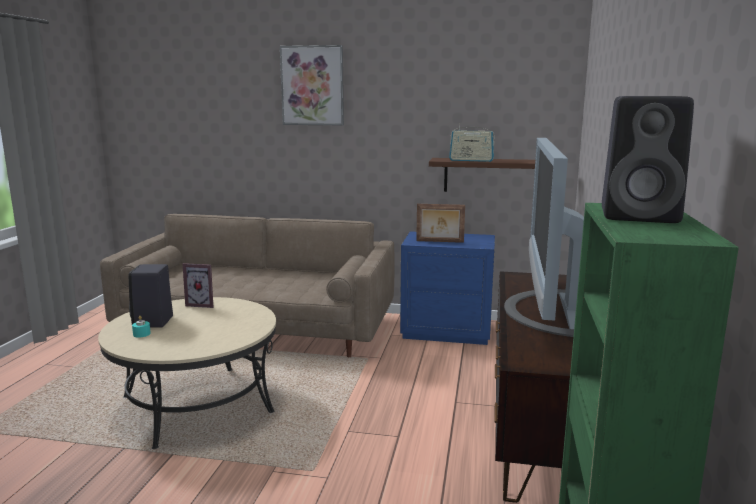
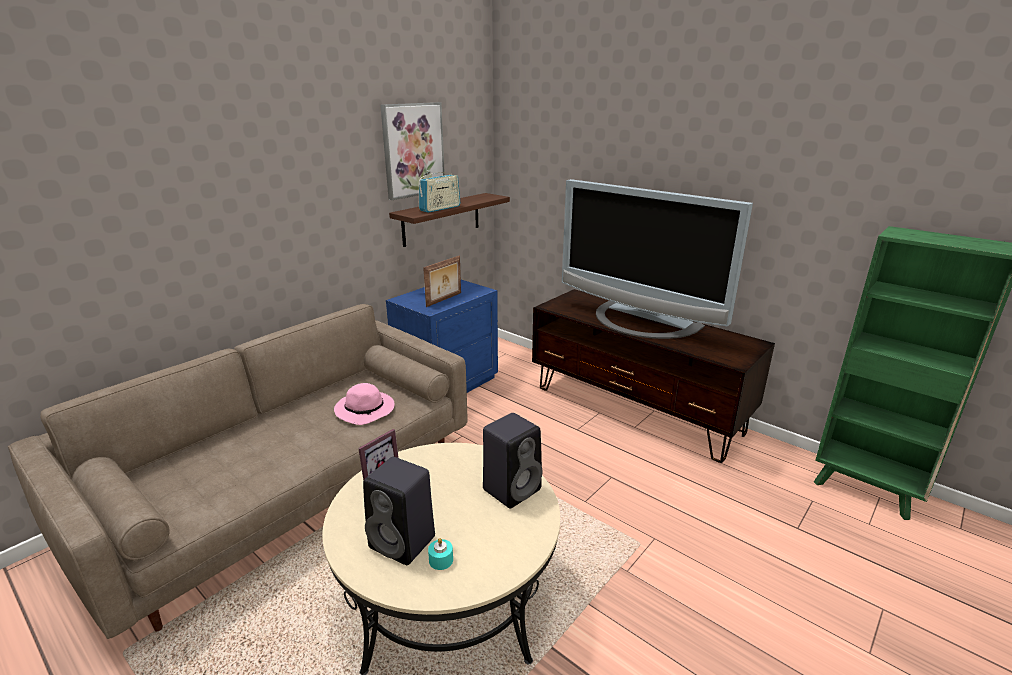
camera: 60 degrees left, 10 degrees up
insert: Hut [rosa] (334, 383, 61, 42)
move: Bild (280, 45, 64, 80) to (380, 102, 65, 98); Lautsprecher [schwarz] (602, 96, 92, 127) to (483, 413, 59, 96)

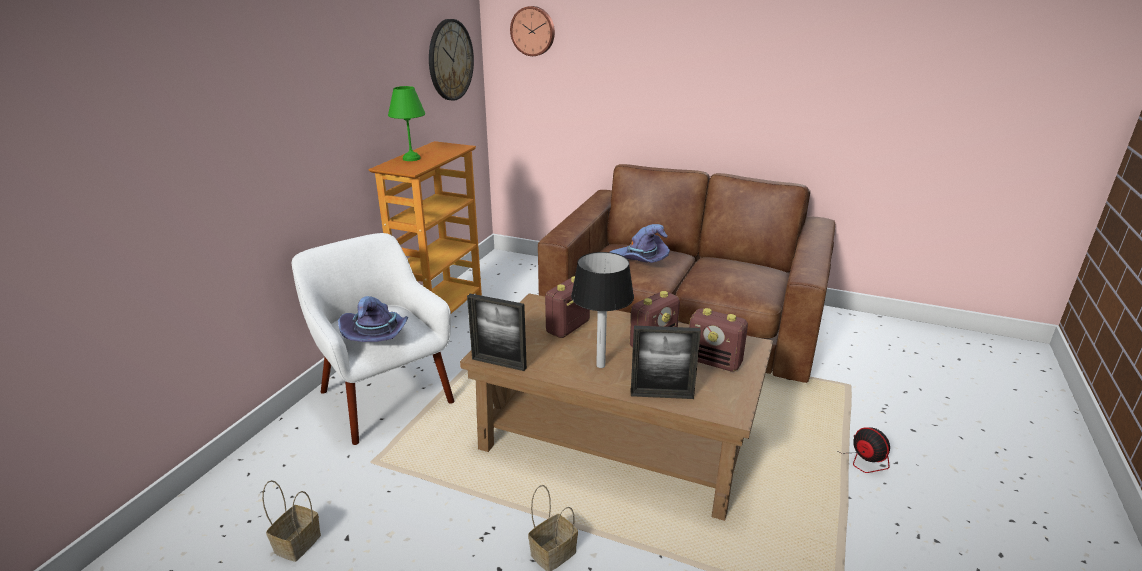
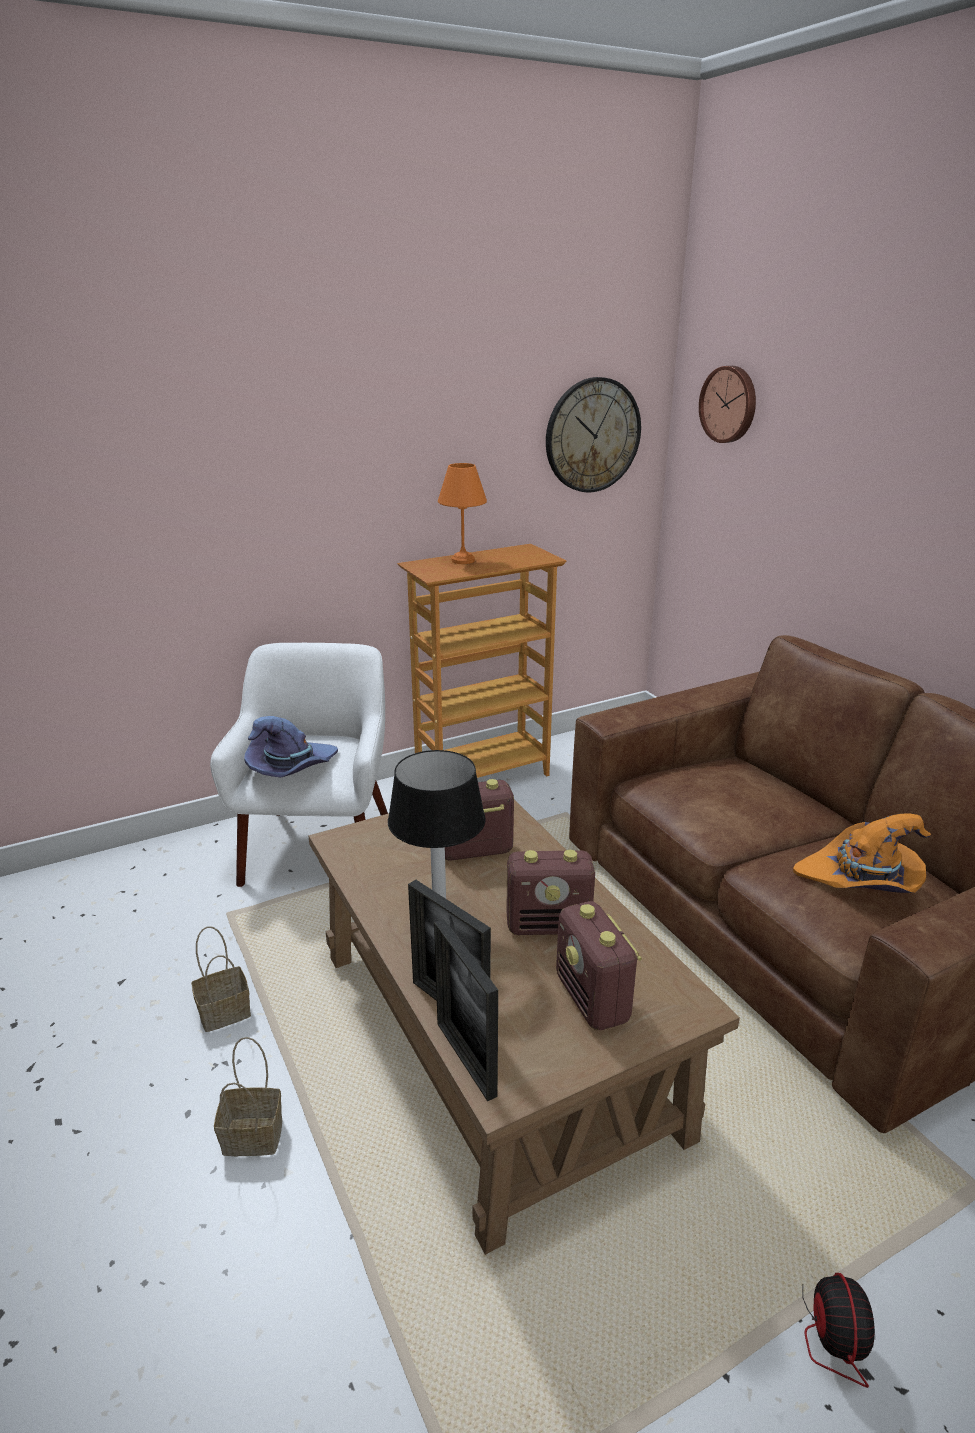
camera: 40 degrees right, 0 degrees up
delete: Hut [lila] (610, 224, 60, 39)
insert: Hut [orange] (793, 813, 138, 80)
move: Korb (262, 480, 59, 82) to (191, 926, 60, 106); Bilderrahmen (467, 294, 60, 77) to (434, 919, 64, 182)
recolor: Tischlampe [grün] (388, 86, 37, 75) to Tischlampe [orange] (438, 463, 49, 101)

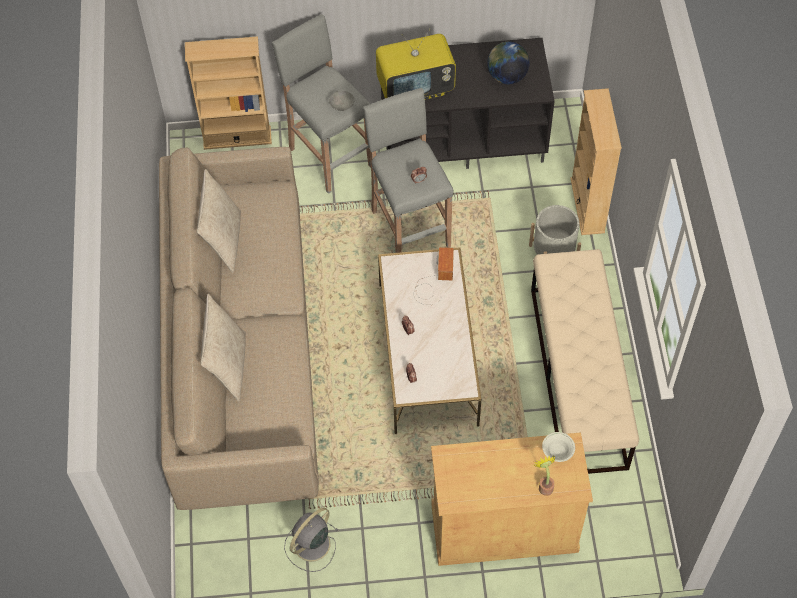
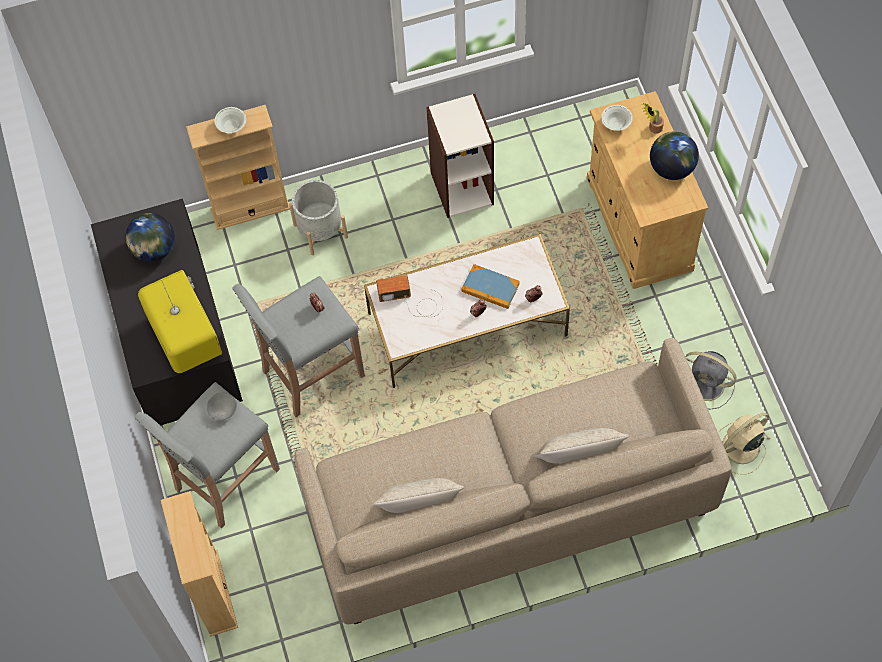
camera: 100 degrees left, 5 degrees up
insert: Schüssel [weiß] (214, 107, 32, 26); Buch (461, 264, 59, 45); Globus (650, 131, 49, 49); Ventilator [beige] (718, 412, 52, 62)
replace: Bank [beige] (531, 249, 108, 225) to Bücherregal (426, 94, 68, 124)

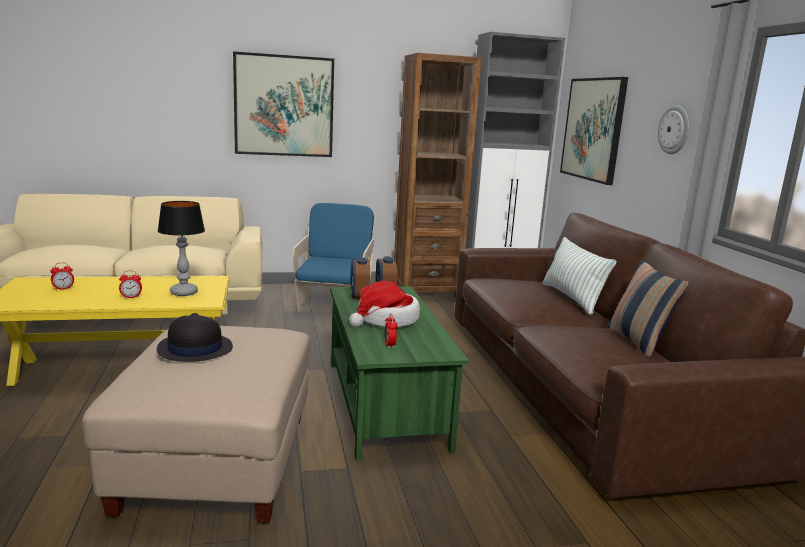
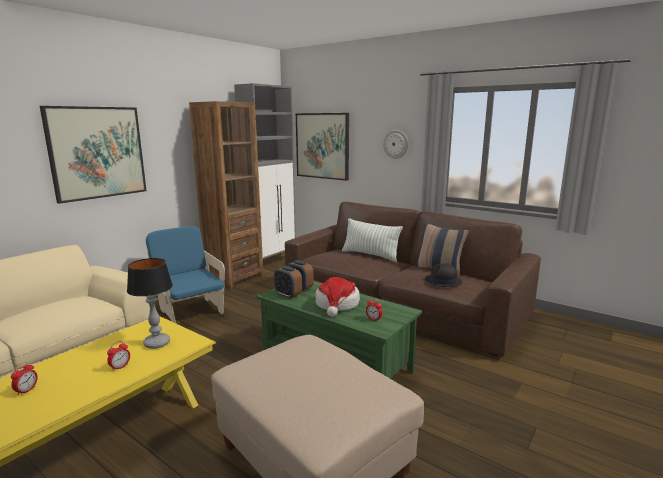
camera: 40 degrees left, 0 degrees up
move: Hut [schwarz] (157, 313, 76, 49) to (425, 263, 37, 24)

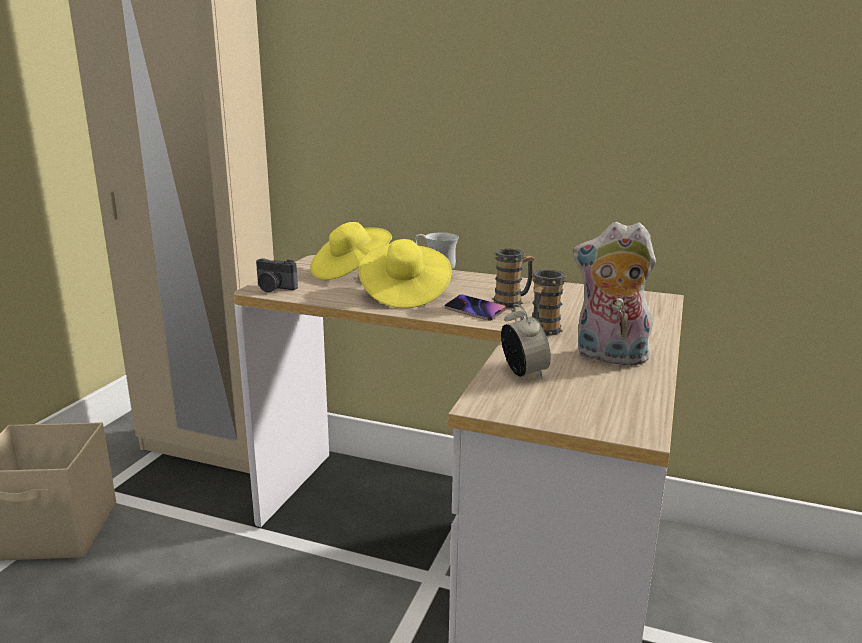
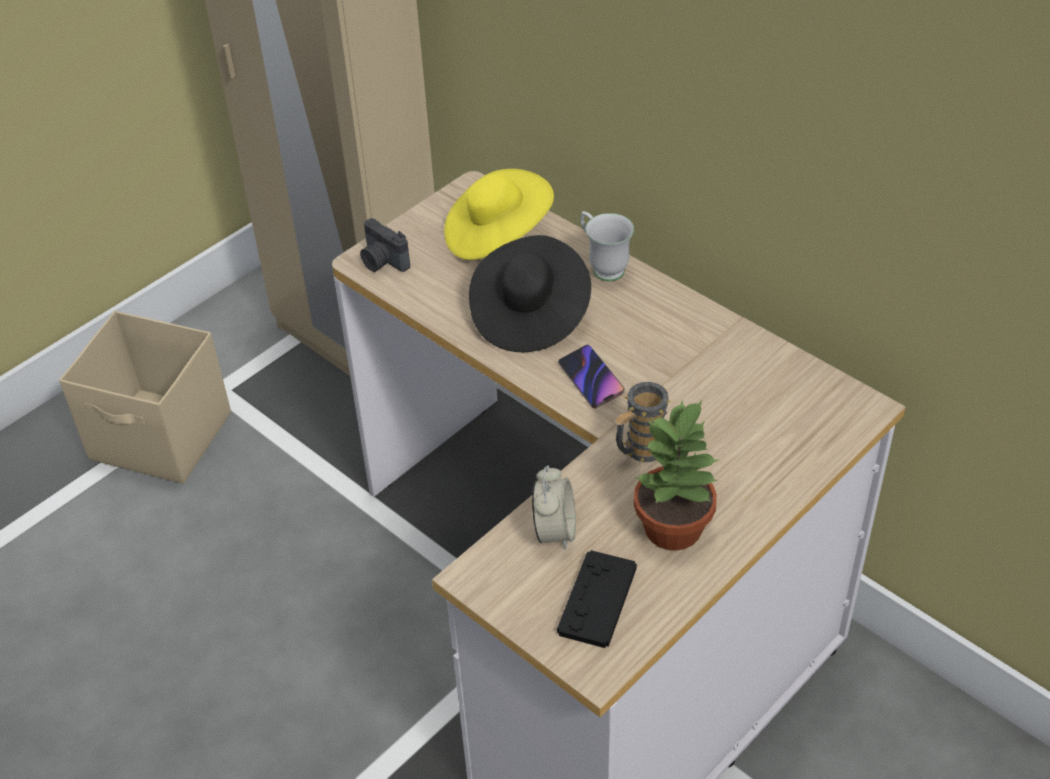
camera: 25 degrees right, 25 degrees up
delete: Henkelbecher (492, 249, 43, 59)
insert: Gamepad [schwarz] (557, 550, 80, 98)
replace: Plüschtier (573, 222, 83, 146) to Topfpflanze (634, 399, 84, 152)
recolor: Hut [gelb] (358, 239, 94, 69) to Hut [schwarz] (469, 235, 122, 117)

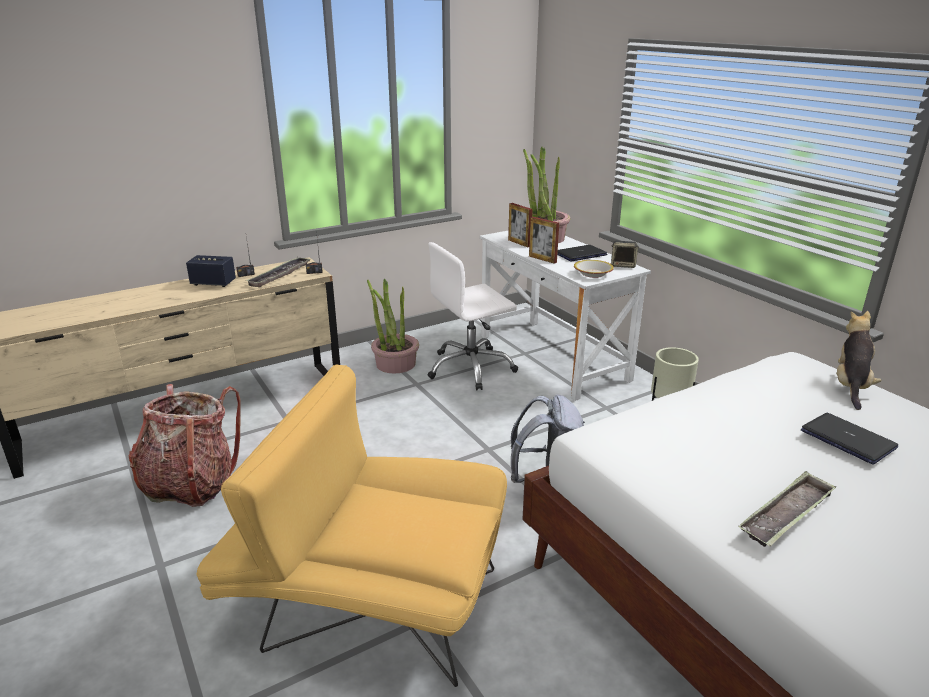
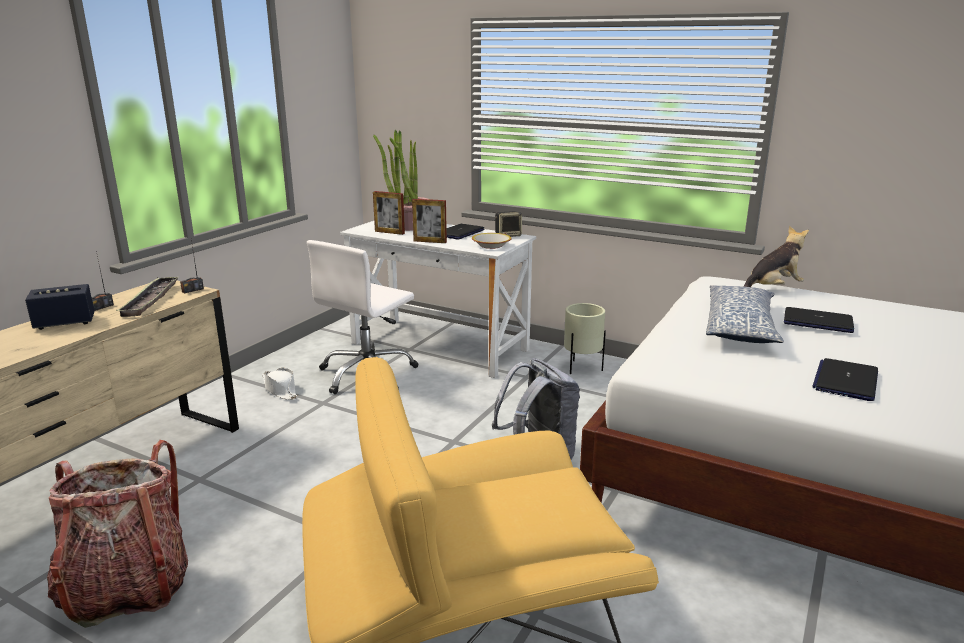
camera: 30 degrees left, 5 degrees down
insert: Kissen (706, 285, 78, 58)
replace: Topfpflanze (367, 279, 52, 95) to Hut [weiß] (262, 368, 36, 32); Tablett (738, 471, 98, 76) to Laptop (812, 358, 66, 43)
rotate: Plüschtier (836, 311, 45, 99) = (743, 226, 66, 61) 75 degrees clockwise

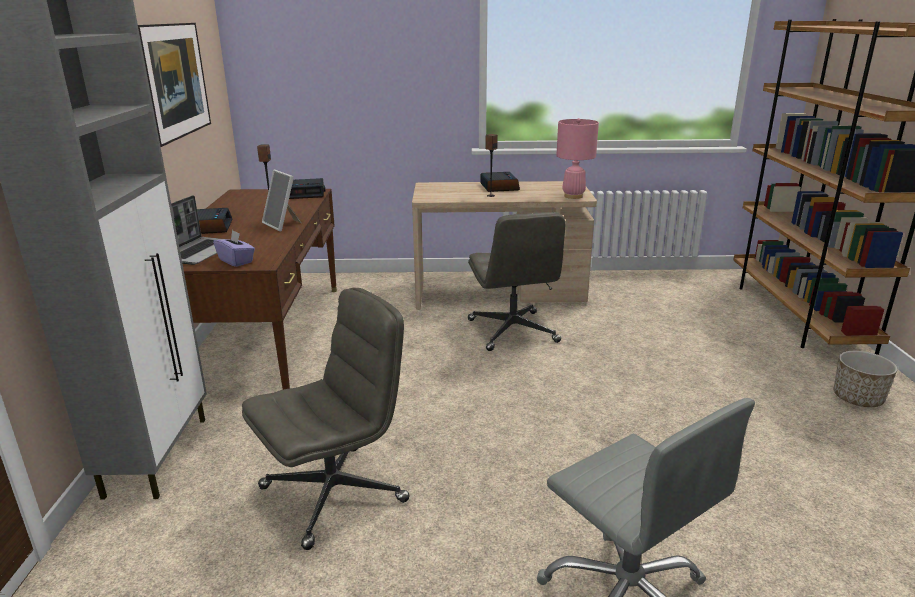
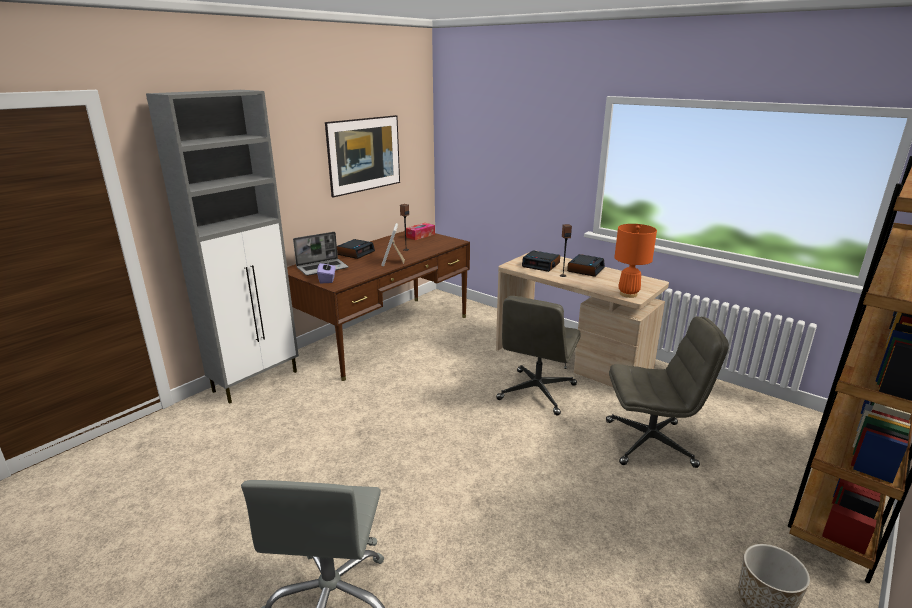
camera: 40 degrees right, 0 degrees up
insert: Taschentuchbox (406, 223, 29, 17)
move: Bürostuhl [grau] (242, 288, 167, 262) to (606, 316, 123, 152); Wecker (289, 178, 36, 21) to (522, 250, 38, 22)
recolor: Tischlampe [rosa] (556, 118, 43, 81) to Tischlampe [orange] (614, 224, 43, 74)

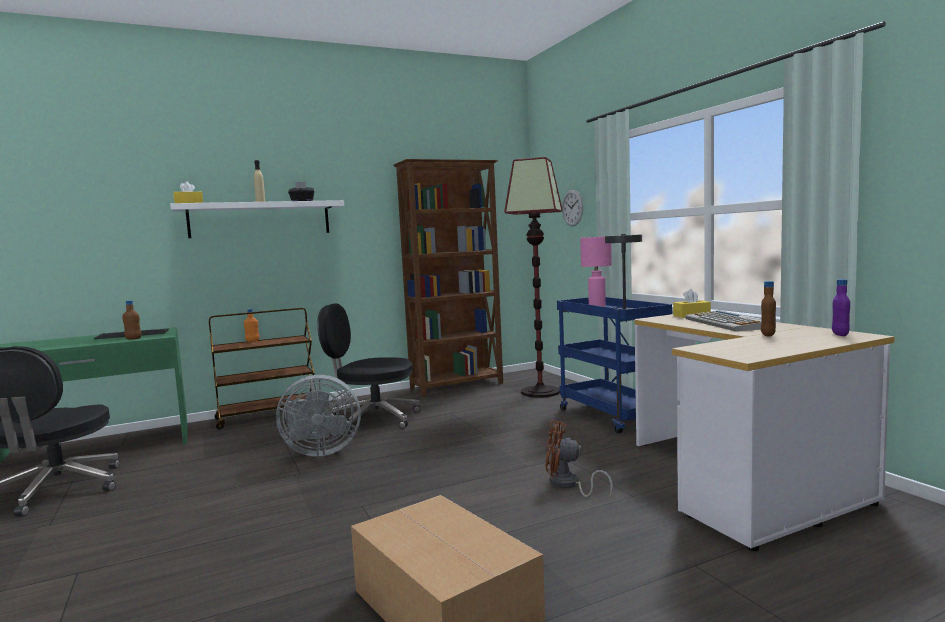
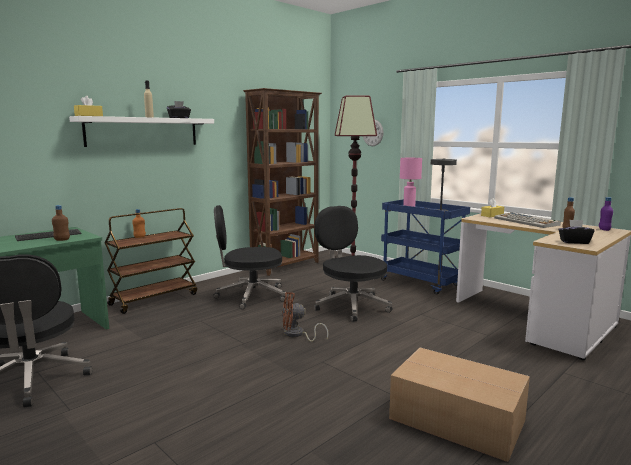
camera: 20 degrees left, 5 degrees up
delete: Ventilator [grau] (276, 375, 85, 81)
insert: Bürostuhl [schwarz] (314, 206, 78, 116); Taschentuchbox [schwarz] (558, 220, 36, 24)
move: Ventilator [braun] (545, 420, 68, 77) to (282, 292, 47, 50)

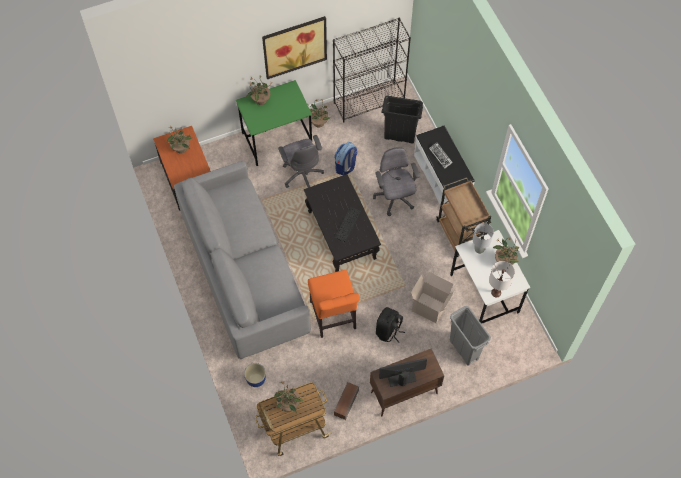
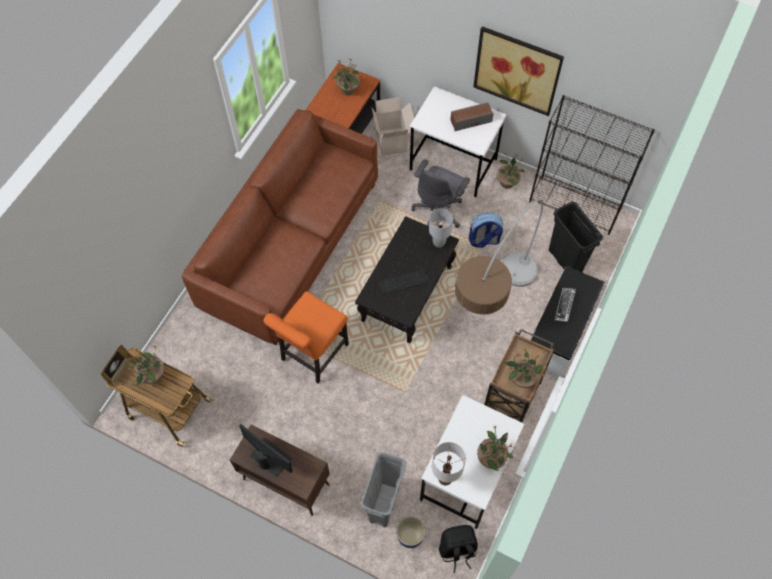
camera: 50 degrees right, 0 degrees up
move: Pflanzkübel (244, 363, 22, 24) to (396, 516, 29, 32); Topfpflanze (246, 75, 26, 30) to (503, 349, 43, 39); Lautsprecher (334, 382, 25, 38) to (450, 102, 44, 29); Rucksack [schwarz] (376, 307, 29, 36) to (439, 525, 39, 48); Karton (411, 272, 43, 51) to (372, 97, 42, 59); Tischlampe [grau] (473, 223, 21, 31) to (429, 208, 24, 40)
replace: Bürostuhl [grau] (373, 147, 47, 69) to Stehlampe (455, 198, 88, 117)
recolor: Sofa [grau] (174, 161, 137, 198) to Sofa [braun] (182, 109, 196, 236); Schreibtisch [grün] (236, 80, 76, 86) to Schreibtisch [weiß] (410, 86, 97, 111)

